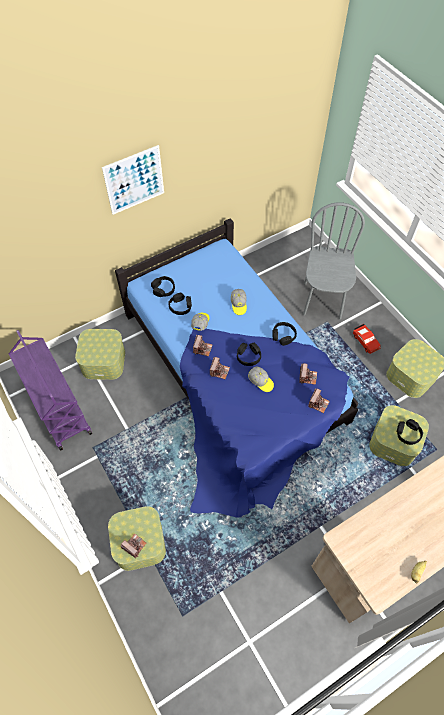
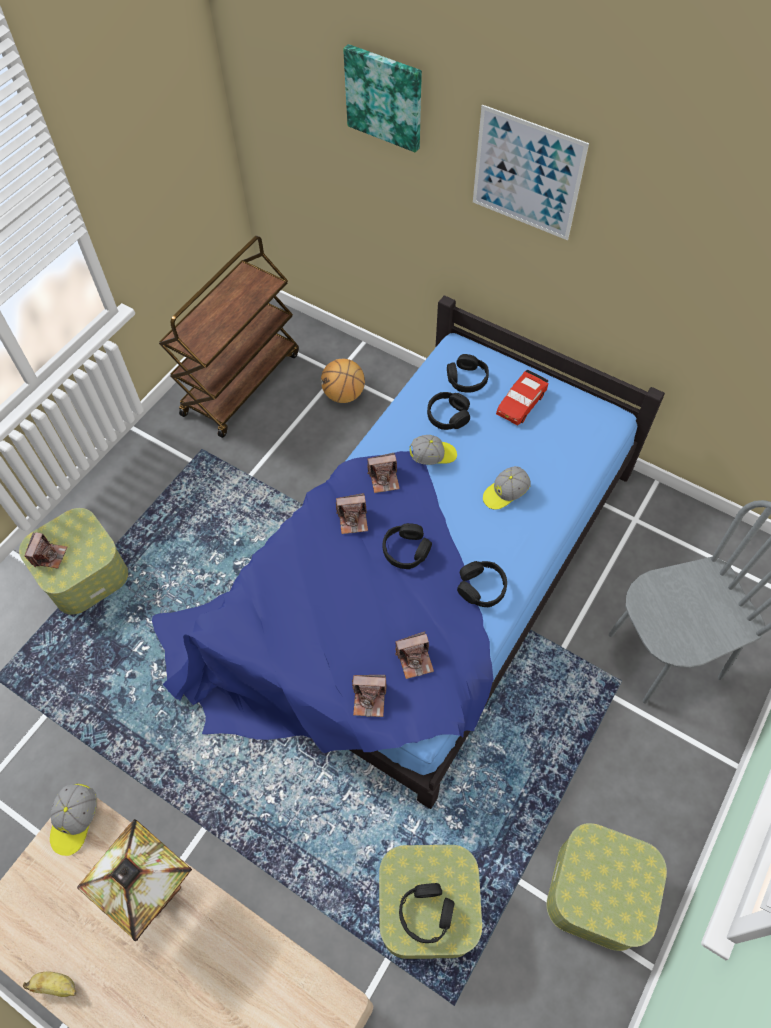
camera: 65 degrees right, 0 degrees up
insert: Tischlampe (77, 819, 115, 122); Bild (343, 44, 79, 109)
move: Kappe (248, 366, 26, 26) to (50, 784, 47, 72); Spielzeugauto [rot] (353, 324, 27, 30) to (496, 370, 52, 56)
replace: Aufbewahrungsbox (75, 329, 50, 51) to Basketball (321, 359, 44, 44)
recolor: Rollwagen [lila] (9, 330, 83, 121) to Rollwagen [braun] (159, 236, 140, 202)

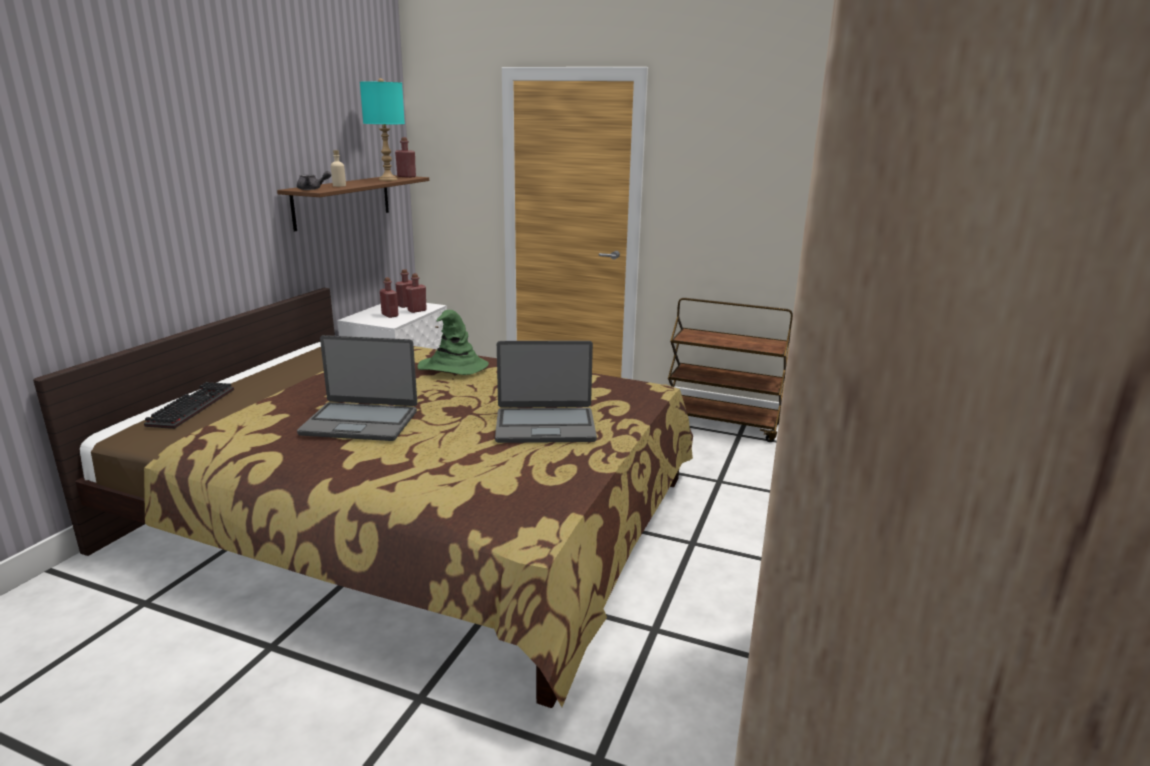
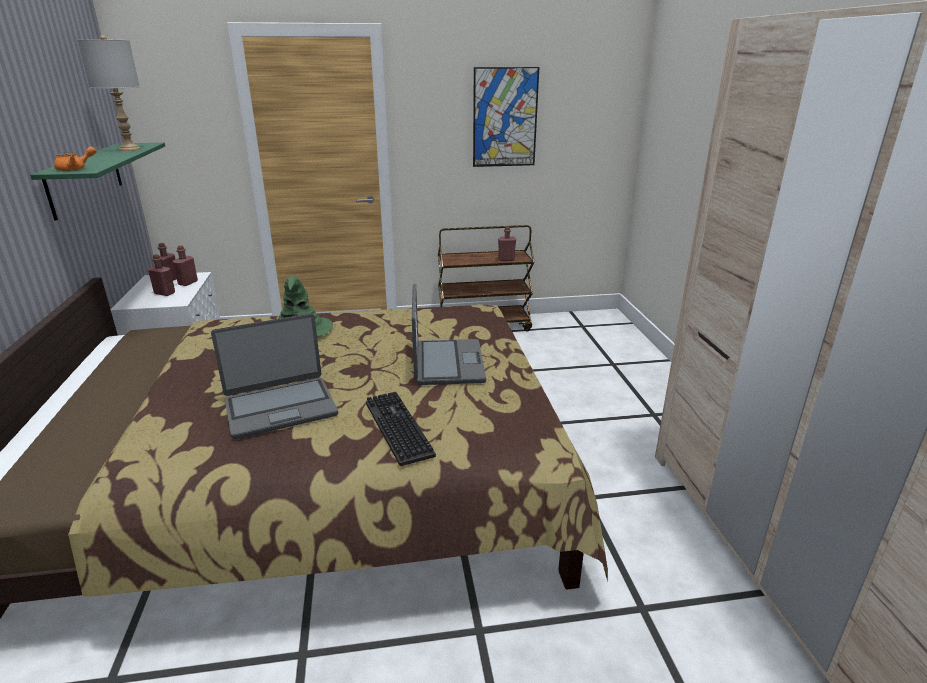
camera: 30 degrees left, 5 degrees up
delete: Flasche [beige] (331, 150, 15, 37)
insert: Bild (473, 67, 66, 100)
move: Tastatur (144, 382, 90, 47) to (366, 392, 70, 74); Flasche [rot] (395, 137, 21, 41) to (498, 226, 18, 35)
recolor: Wandregal [braun] (277, 175, 152, 57) to Wandregal [grün] (30, 143, 135, 78); Teekanne [grau] (297, 171, 34, 19) to Teekanne [orange] (54, 147, 43, 24); Tischlampe [türkis] (360, 78, 45, 103) to Tischlampe [grau] (77, 35, 64, 116)
rotate: Laptop (495, 341, 102, 102) = (412, 283, 74, 102) 60 degrees counterclockwise

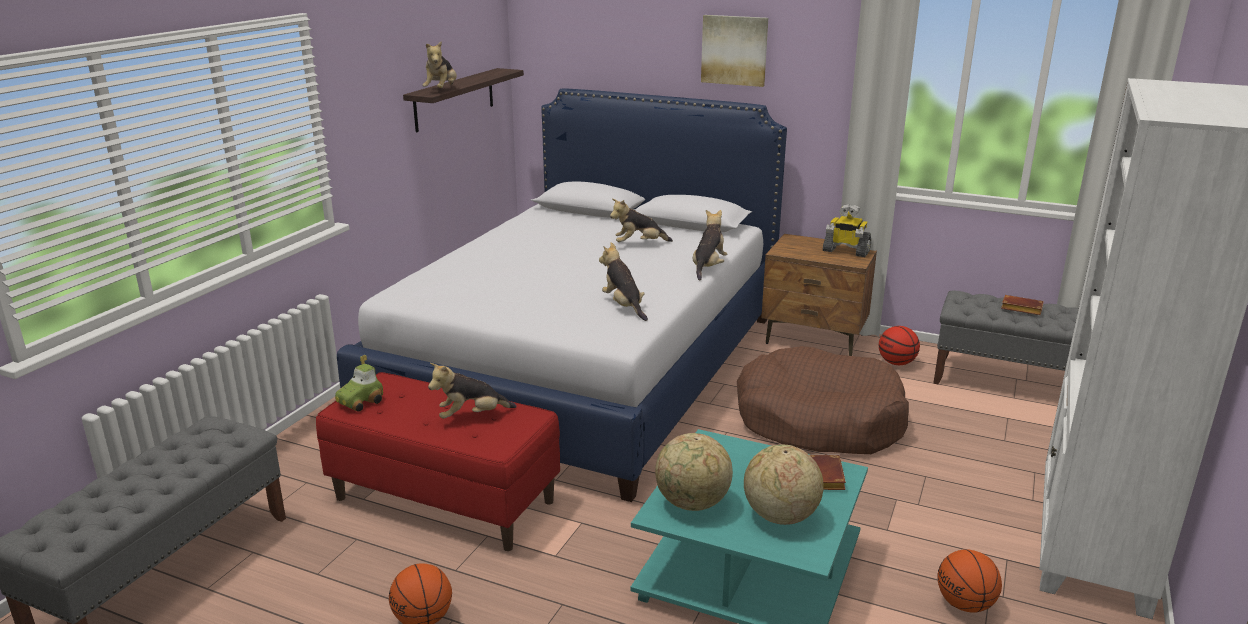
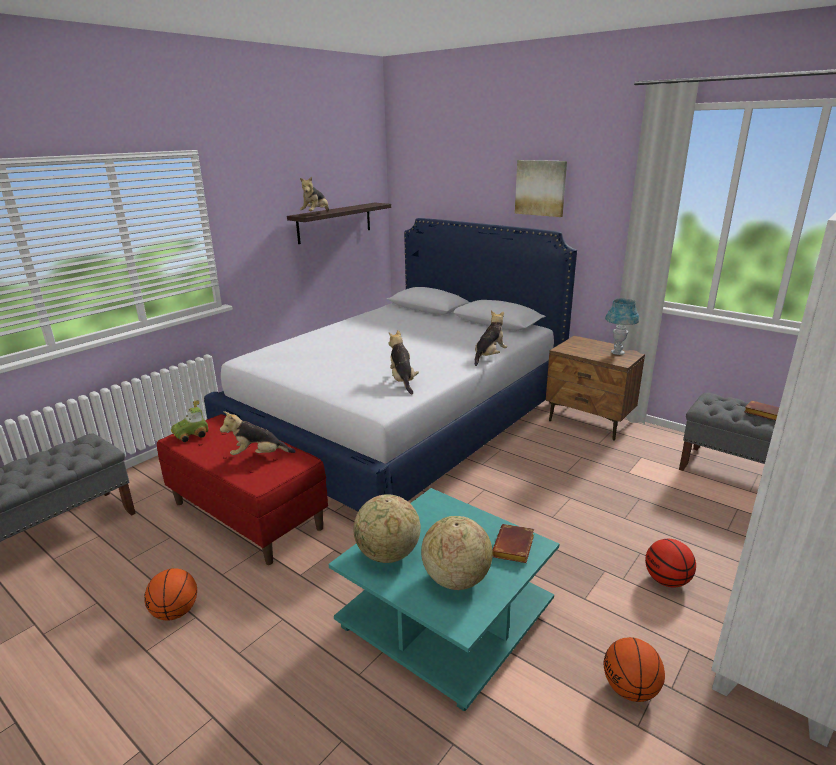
camera: 15 degrees right, 0 degrees up
delete: Plüschtier (610, 199, 63, 43); Hundebett [braun] (737, 346, 172, 108)
move: Basketball (879, 326, 41, 39) to (645, 539, 51, 48)
replace: Spielzeugroboter (823, 204, 48, 53) to Tischlampe [blau] (605, 298, 34, 57)

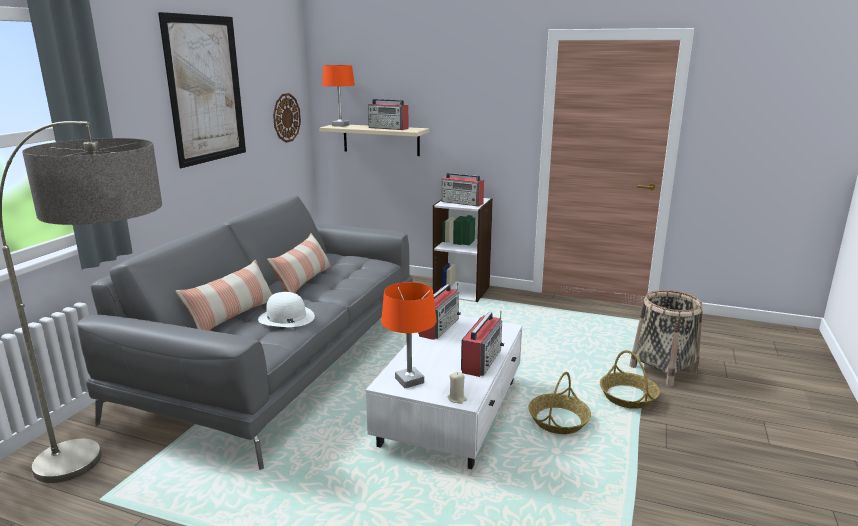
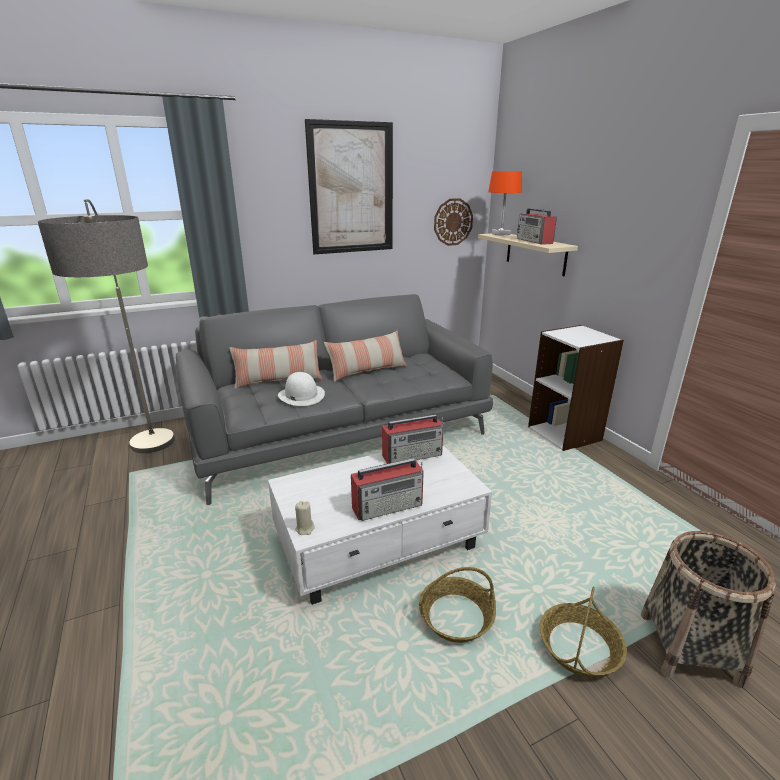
camera: 45 degrees right, 5 degrees up
delete: Tischlampe [orange] (381, 282, 55, 106); Radio (442, 173, 42, 34)

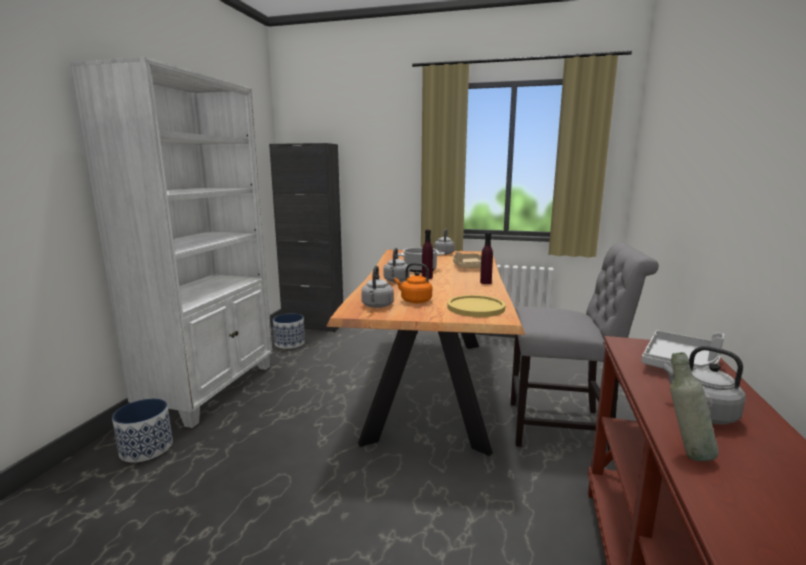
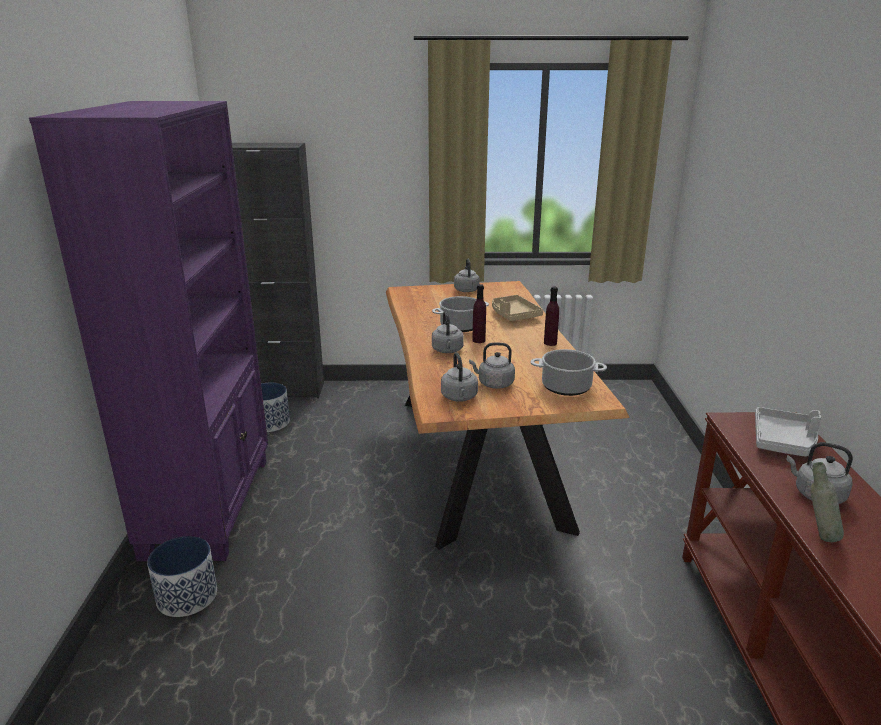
camera: 15 degrees left, 10 degrees up
delete: Stuhl [grau] (510, 243, 149, 208)
replace: Teller [gelb] (447, 295, 58, 22) to Kochtopf (530, 349, 77, 47)
recolor: Bücherregal [weiß] (70, 57, 202, 371) to Bücherregal [lila] (29, 101, 239, 460); Wasserkessel [orange] (394, 263, 38, 40) to Wasserkessel [grau] (469, 343, 46, 46)

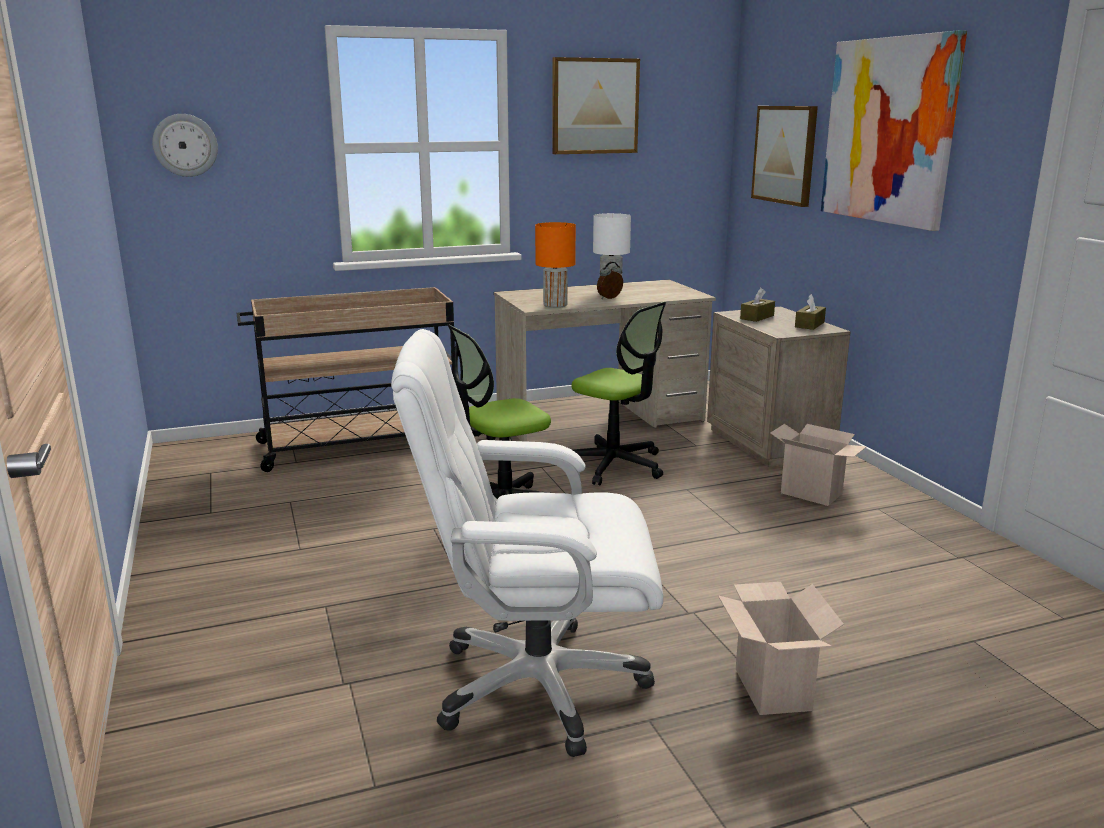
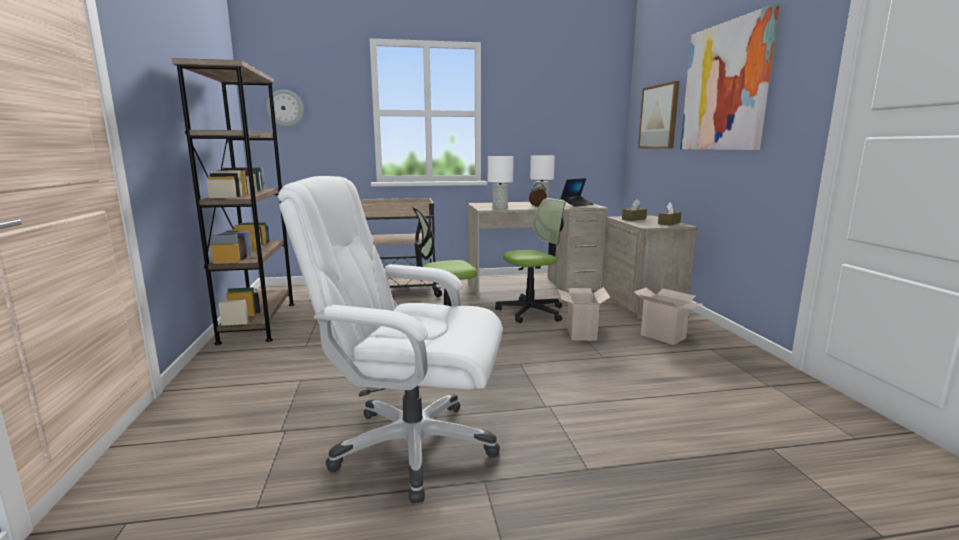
camera: 10 degrees right, 5 degrees down
delete: Bild (552, 57, 88, 97)
insert: Bücherregal [braun] (172, 58, 123, 287); Laptop (561, 178, 33, 29)
move: Karton (718, 582, 126, 133) to (558, 287, 52, 54)
recolor: Tischlampe [orange] (535, 222, 41, 86) to Tischlampe [weiß] (488, 156, 26, 53)
rotate: Bürostuhl (572, 302, 94, 183) = (495, 198, 70, 125) 75 degrees counterclockwise

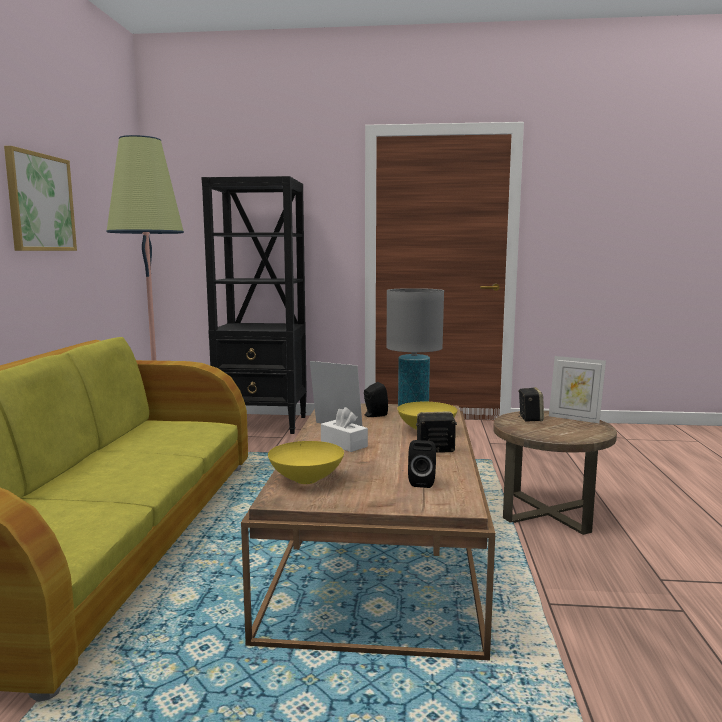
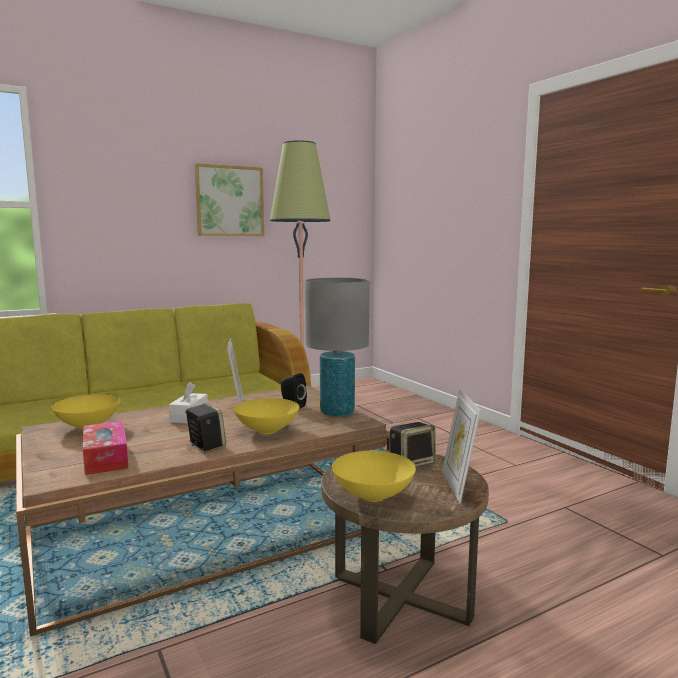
camera: 55 degrees right, 0 degrees up
delete: Bücherregal [schwarz] (201, 176, 106, 258)
insert: Schüssel [gelb] (332, 451, 84, 51)
replace: Lautsprecher [schwarz] (408, 440, 28, 48) to Taschentuchbox (83, 421, 45, 54)

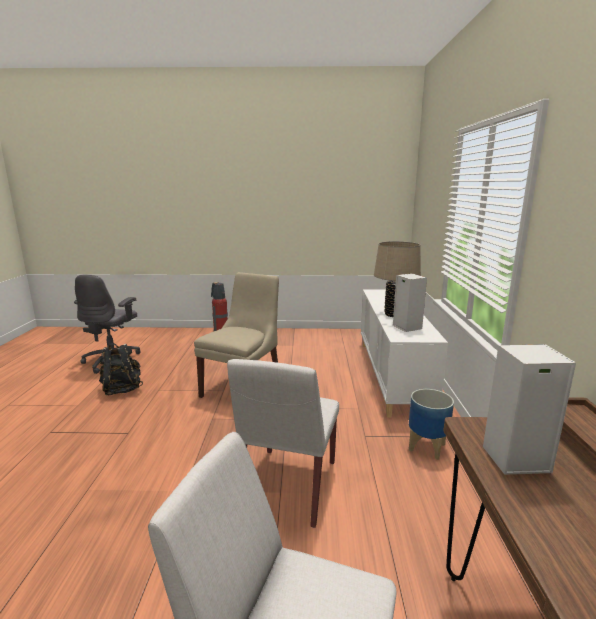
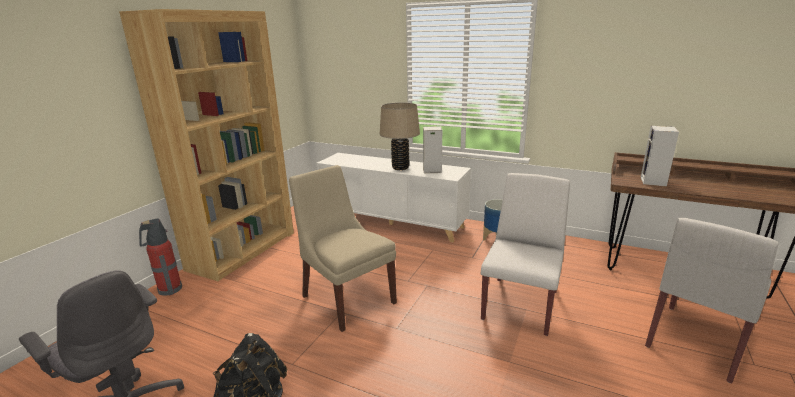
camera: 65 degrees left, 5 degrees up
insert: Bücherregal [braun] (119, 9, 175, 272)
rotate: Stuhl [weiß] (227, 359, 112, 169) = (481, 173, 89, 163) 105 degrees counterclockwise

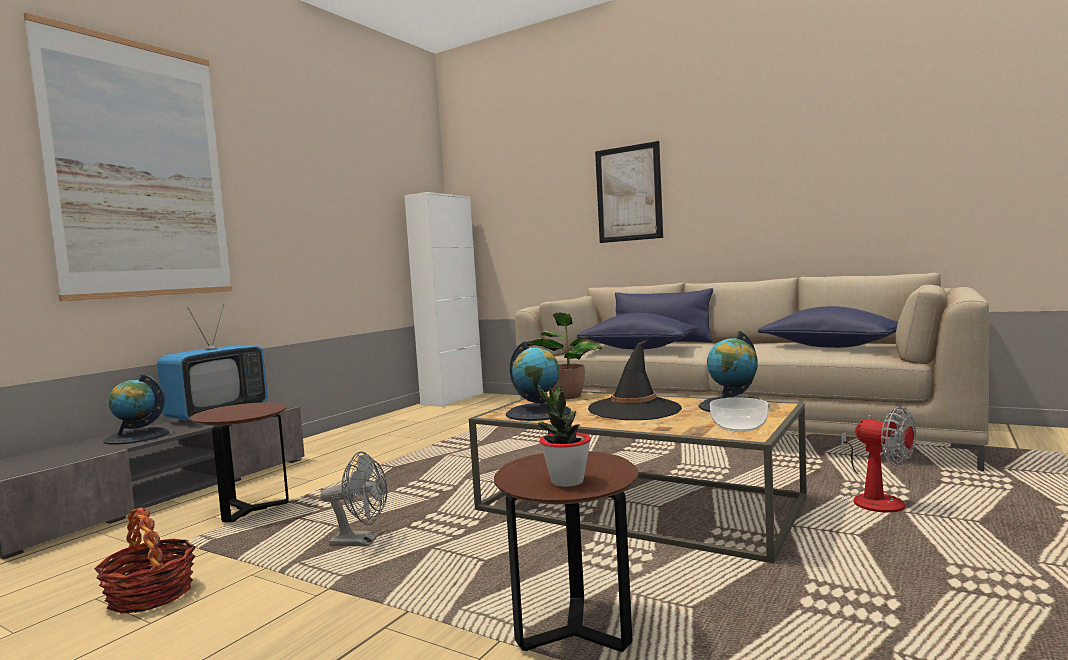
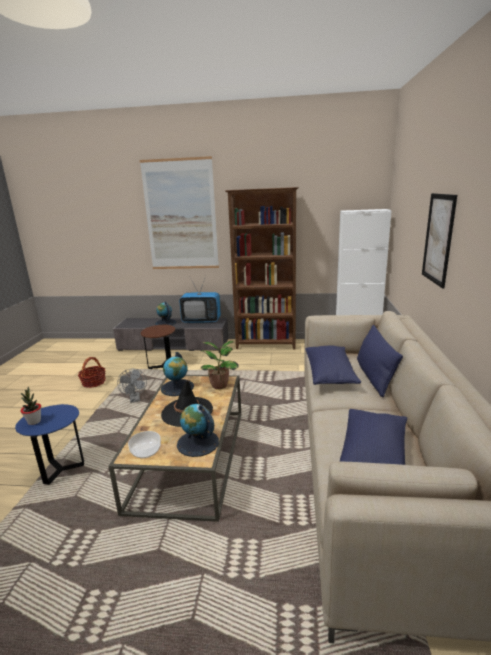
camera: 65 degrees right, 15 degrees up
delete: Ventilator (839, 407, 77, 106)
insert: Bücherregal [braun] (225, 187, 74, 162)
recolor: Beistelltisch [braun] (494, 451, 144, 201) to Beistelltisch [blau] (15, 404, 69, 81)

